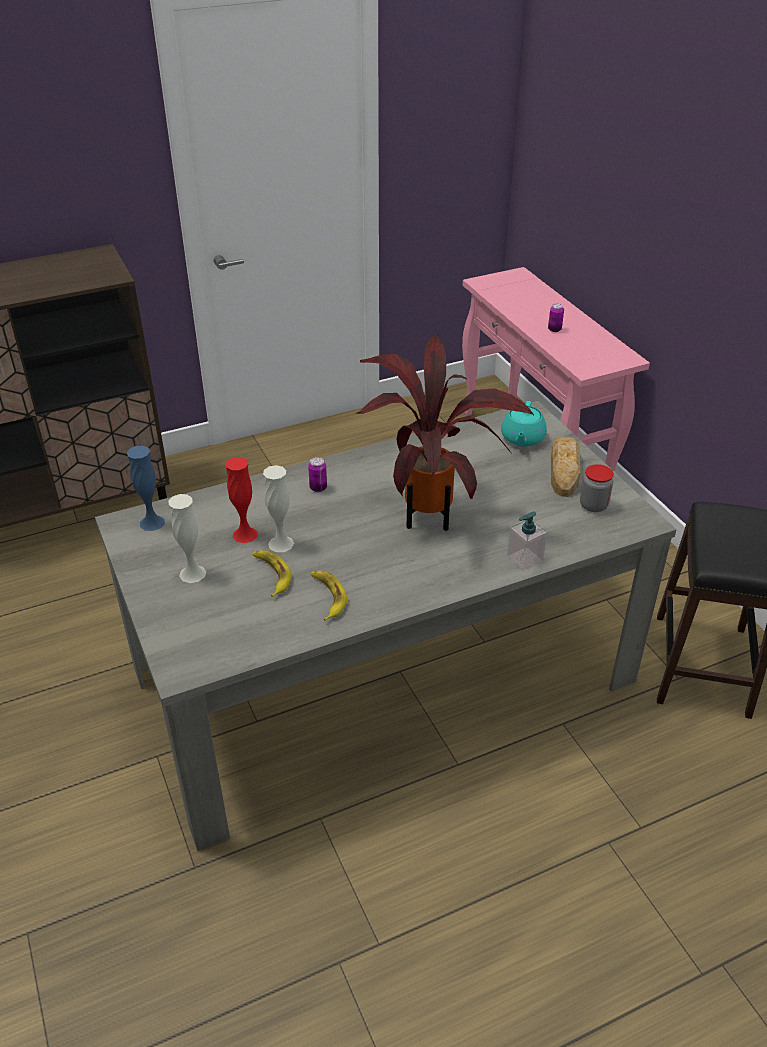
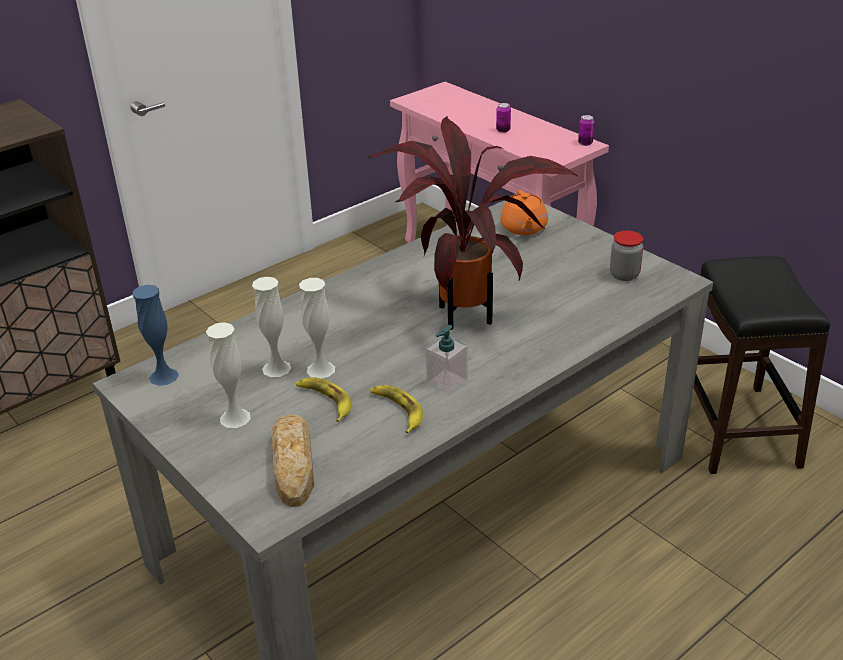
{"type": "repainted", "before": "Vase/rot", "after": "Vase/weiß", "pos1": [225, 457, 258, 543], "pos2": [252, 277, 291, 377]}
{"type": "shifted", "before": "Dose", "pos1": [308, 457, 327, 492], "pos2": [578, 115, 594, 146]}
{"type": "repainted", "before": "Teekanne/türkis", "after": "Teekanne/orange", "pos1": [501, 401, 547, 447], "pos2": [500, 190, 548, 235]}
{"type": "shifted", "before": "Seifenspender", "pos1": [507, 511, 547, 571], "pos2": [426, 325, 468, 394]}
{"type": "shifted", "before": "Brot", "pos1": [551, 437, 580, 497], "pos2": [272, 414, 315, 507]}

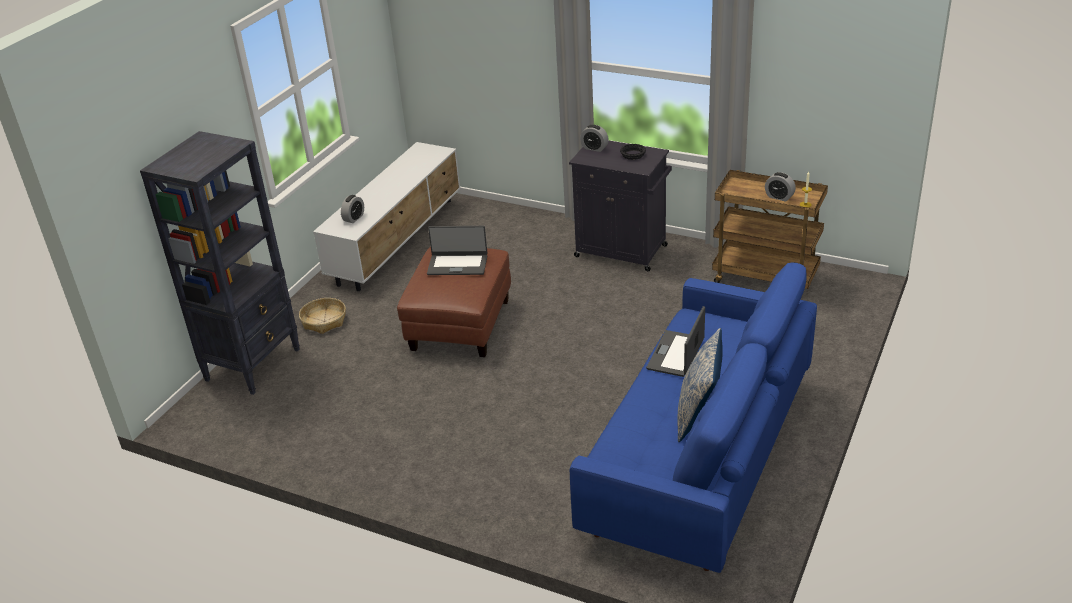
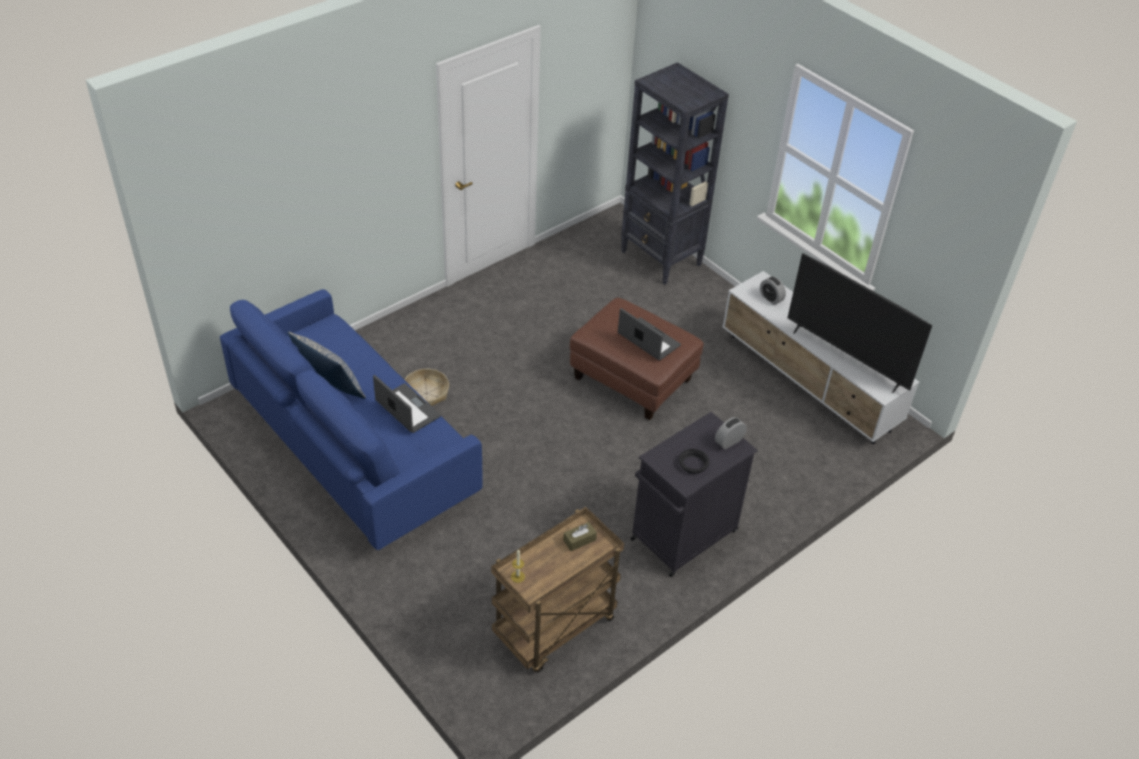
{"type": "shifted", "before": "Korb", "pos1": [299, 298, 346, 334], "pos2": [405, 369, 449, 406]}
{"type": "rotated", "before": "Laptop", "pos1": [427, 226, 488, 275], "pos2": [618, 308, 681, 361], "turn": 105}
{"type": "gone", "before": "Wecker", "pos1": [765, 172, 796, 202]}
{"type": "new", "after": "Taschentuchbox/braun", "pos2": [563, 522, 597, 551]}
{"type": "new", "after": "Fernseher", "pos2": [788, 253, 932, 393]}

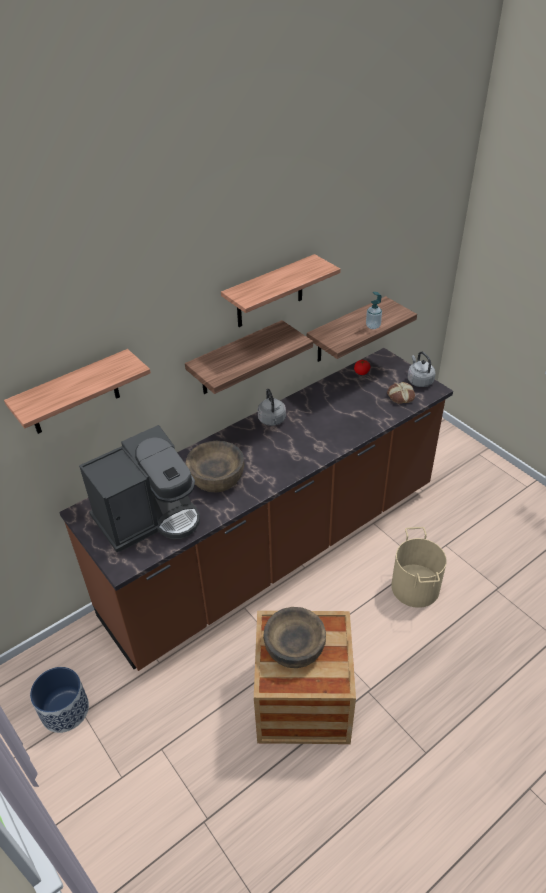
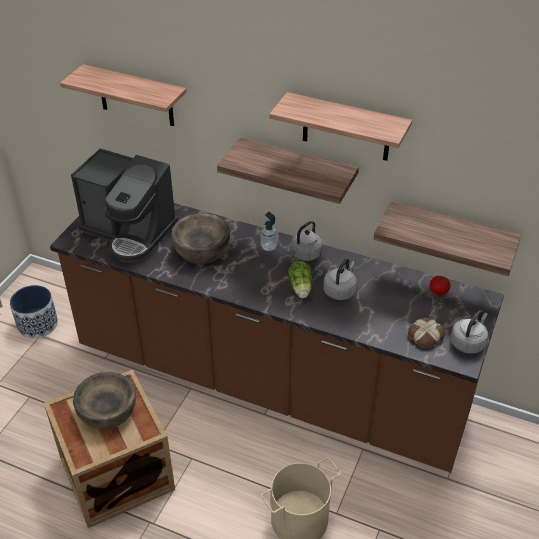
{"type": "shifted", "before": "Seifenspender", "pos1": [366, 292, 382, 329], "pos2": [261, 212, 277, 251]}
{"type": "new", "after": "Salatkopf", "pos2": [288, 261, 312, 298]}
{"type": "new", "after": "Wasserkessel/grau", "pos2": [323, 259, 357, 300]}

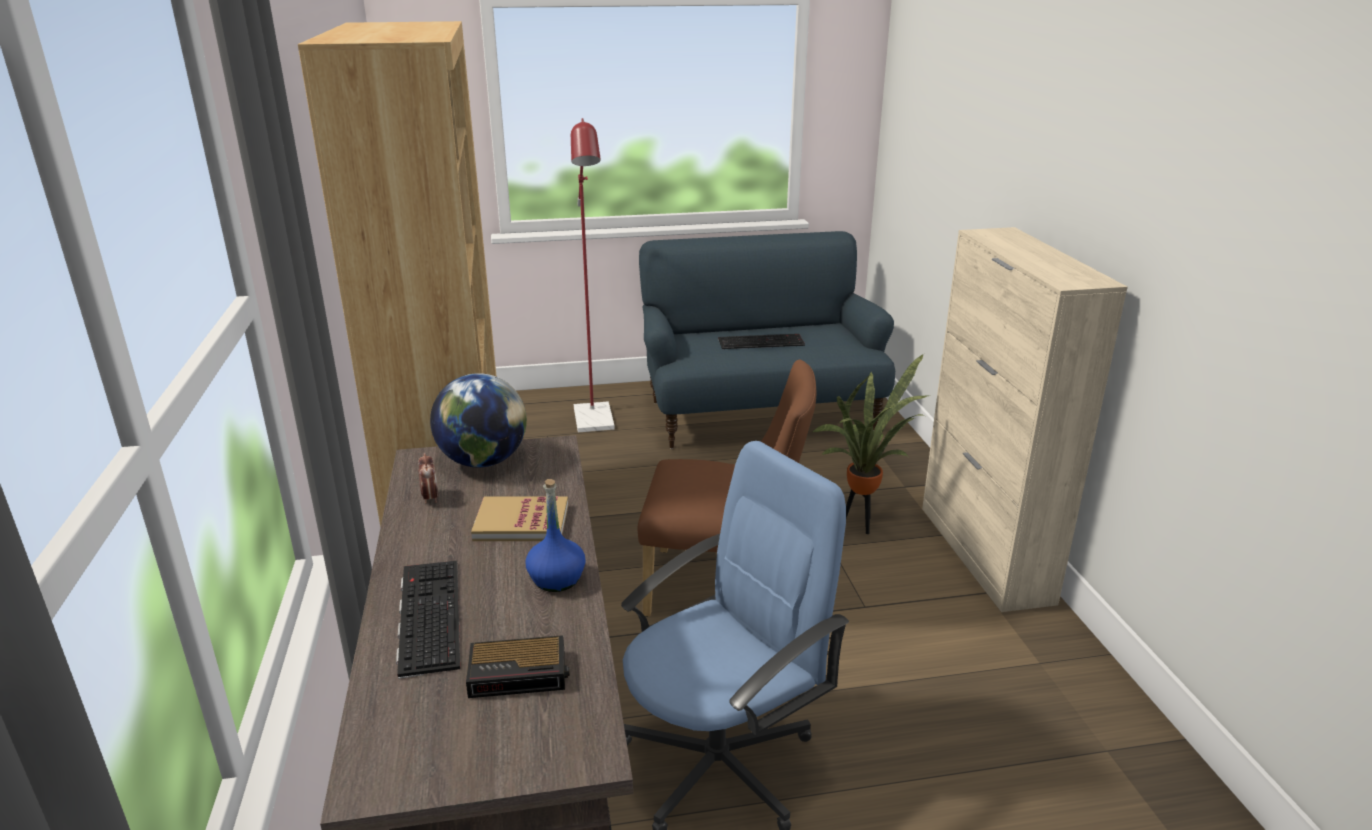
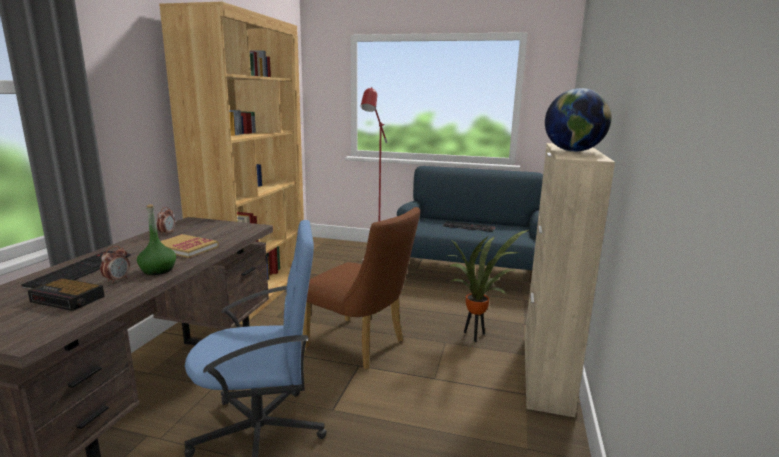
{"type": "shifted", "before": "Globus", "pos1": [430, 373, 527, 468], "pos2": [545, 88, 611, 152]}
{"type": "repainted", "before": "Flasche/blau", "after": "Flasche/grün", "pos1": [526, 479, 586, 592], "pos2": [137, 204, 176, 275]}
{"type": "new", "after": "Wecker", "pos2": [100, 246, 130, 284]}

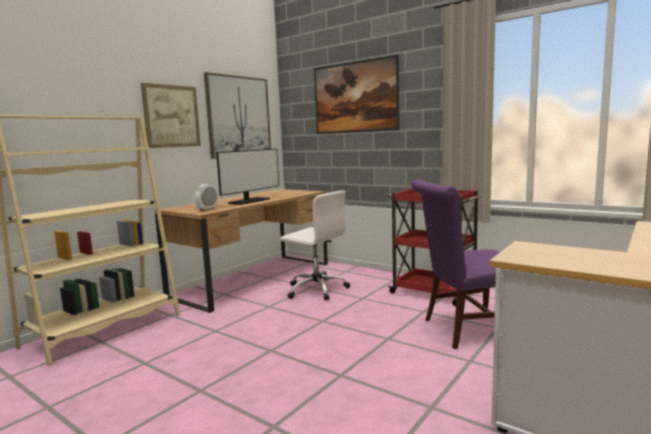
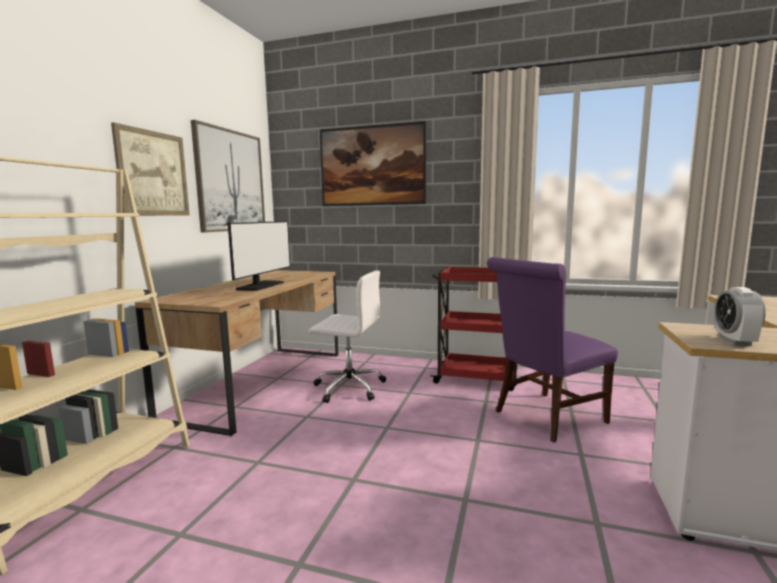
{"type": "shifted", "before": "Wecker", "pos1": [195, 184, 217, 211], "pos2": [715, 287, 766, 346]}

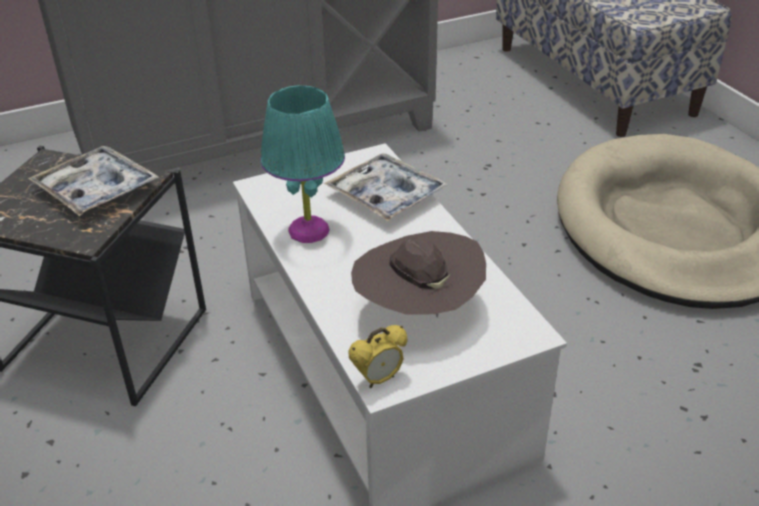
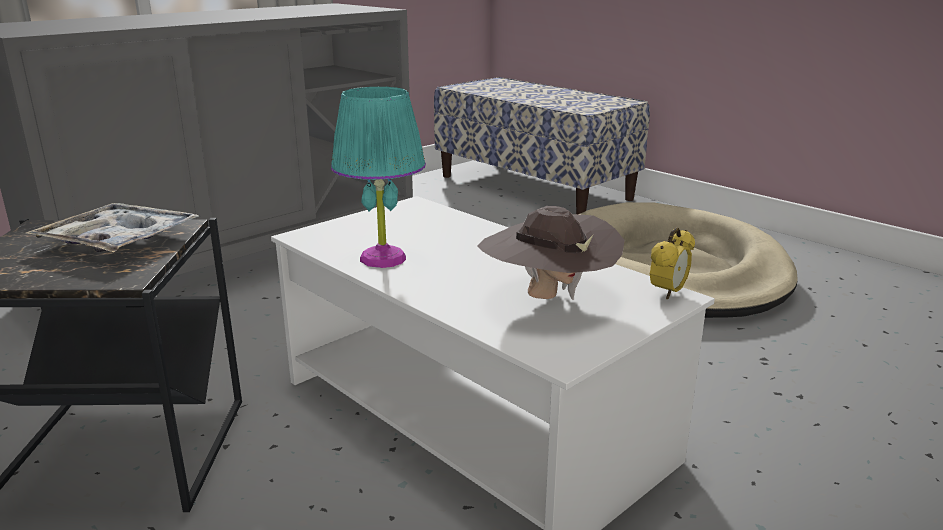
{"type": "gone", "before": "Tablett", "pos1": [324, 153, 448, 221]}
{"type": "shifted", "before": "Wecker", "pos1": [348, 325, 407, 388], "pos2": [650, 227, 695, 299]}

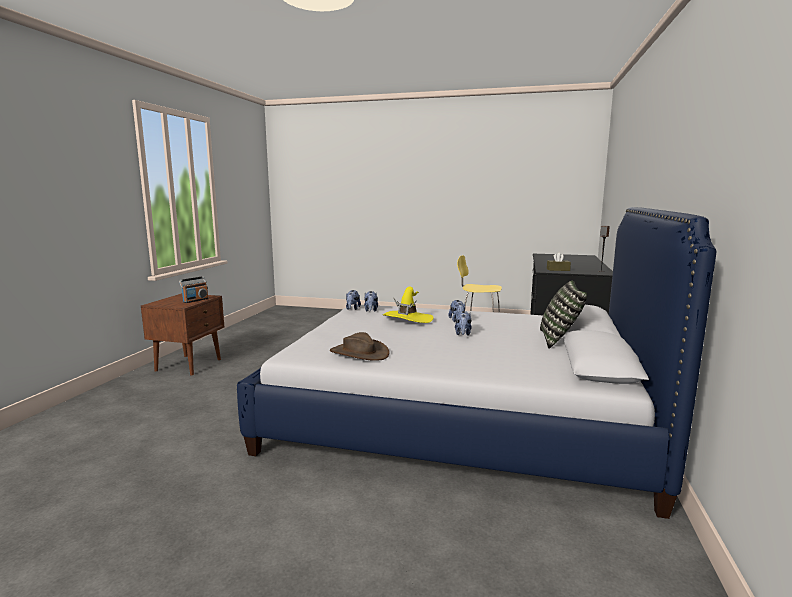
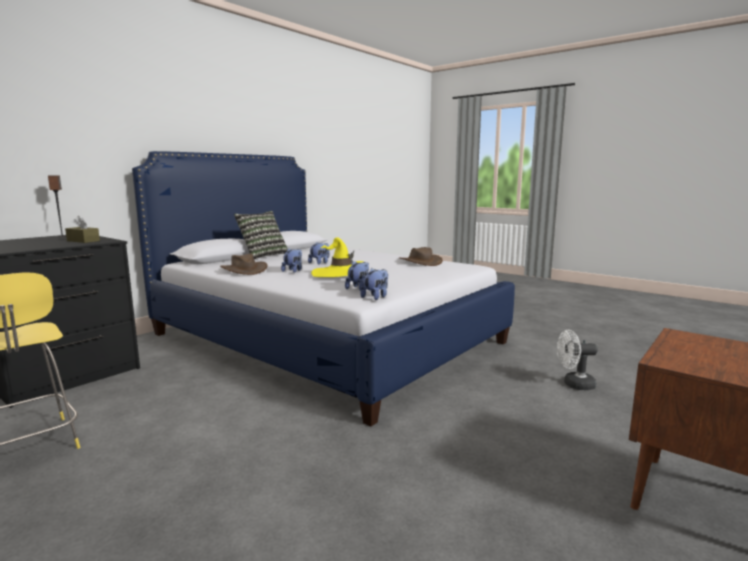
{"type": "gone", "before": "Radio", "pos1": [179, 276, 209, 303]}
{"type": "new", "after": "Hut/braun", "pos2": [220, 254, 267, 275]}
{"type": "new", "after": "Ventilator/weiß", "pos2": [557, 330, 598, 390]}

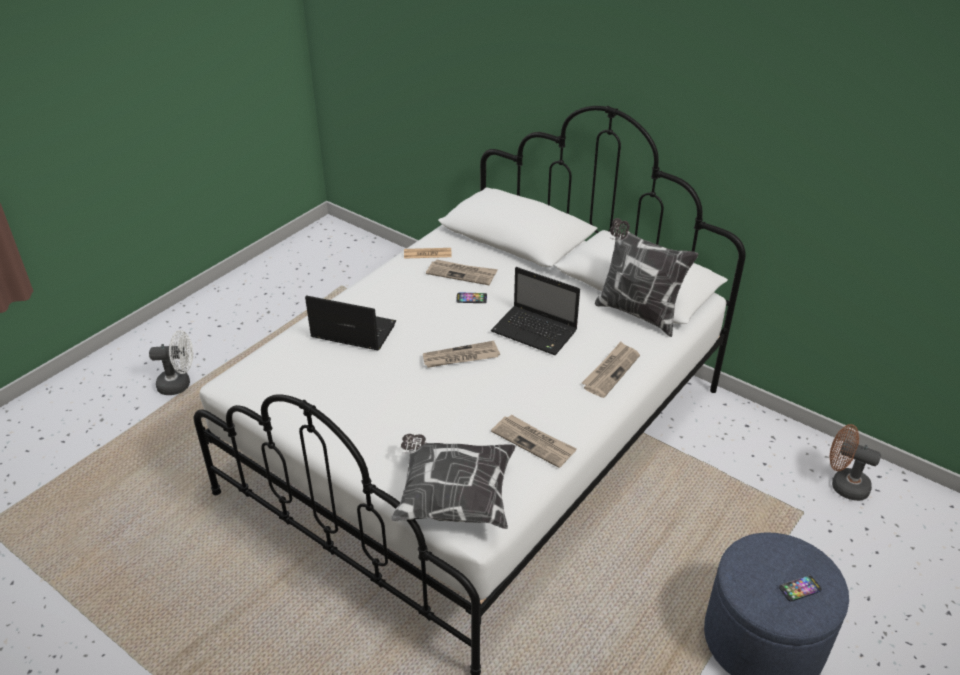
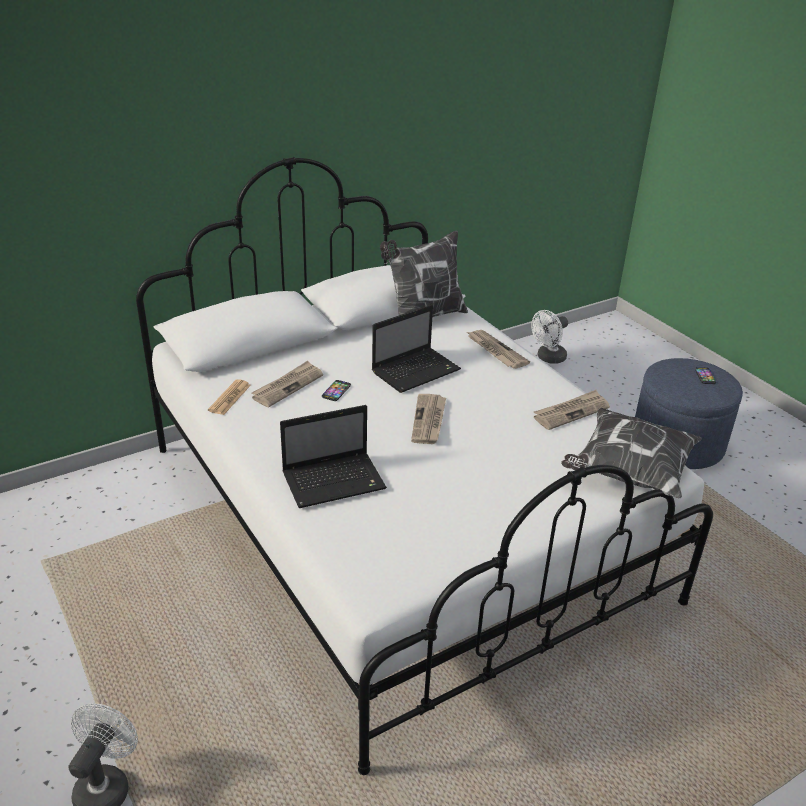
{"type": "rotated", "before": "Laptop", "pos1": [305, 295, 396, 350], "pos2": [280, 405, 387, 508], "turn": -150}
{"type": "repainted", "before": "Ventilator/braun", "after": "Ventilator/weiß", "pos1": [829, 424, 881, 501], "pos2": [531, 310, 568, 364]}

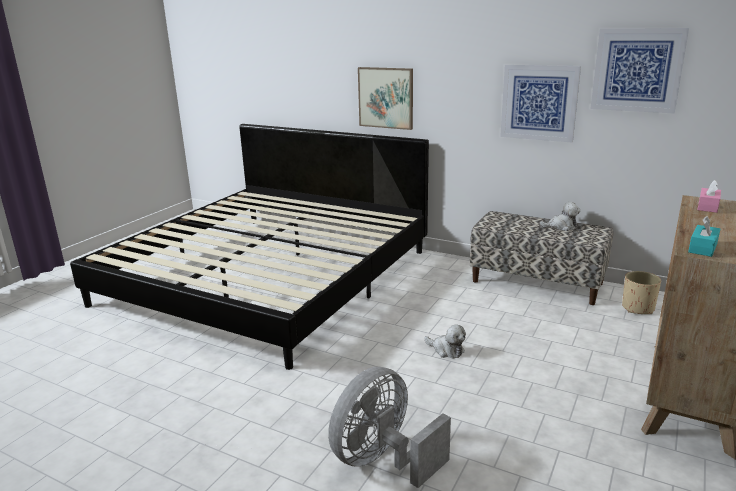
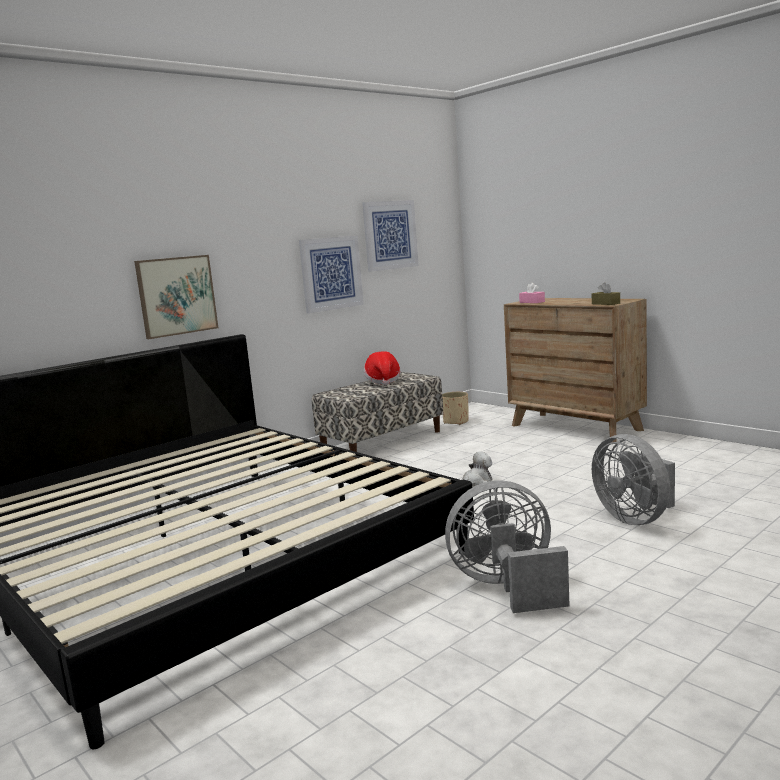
{"type": "swapped", "before": "Plüschtier", "after": "Hut", "pos1": [539, 202, 581, 231], "pos2": [364, 351, 400, 385]}
{"type": "repainted", "before": "Taschentuchbox/türkis", "after": "Taschentuchbox/braun", "pos1": [688, 216, 720, 257], "pos2": [592, 282, 620, 305]}
{"type": "new", "after": "Ventilator/grau", "pos2": [445, 480, 570, 613]}

